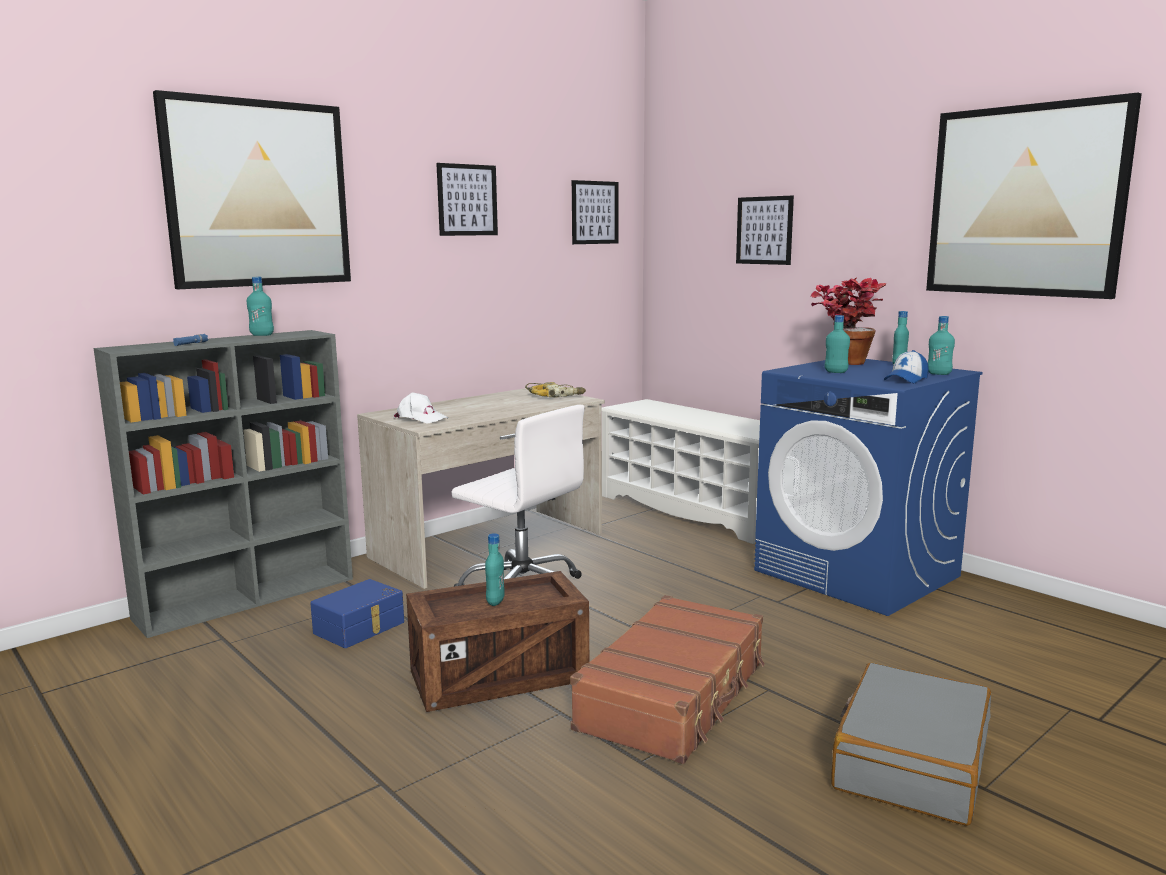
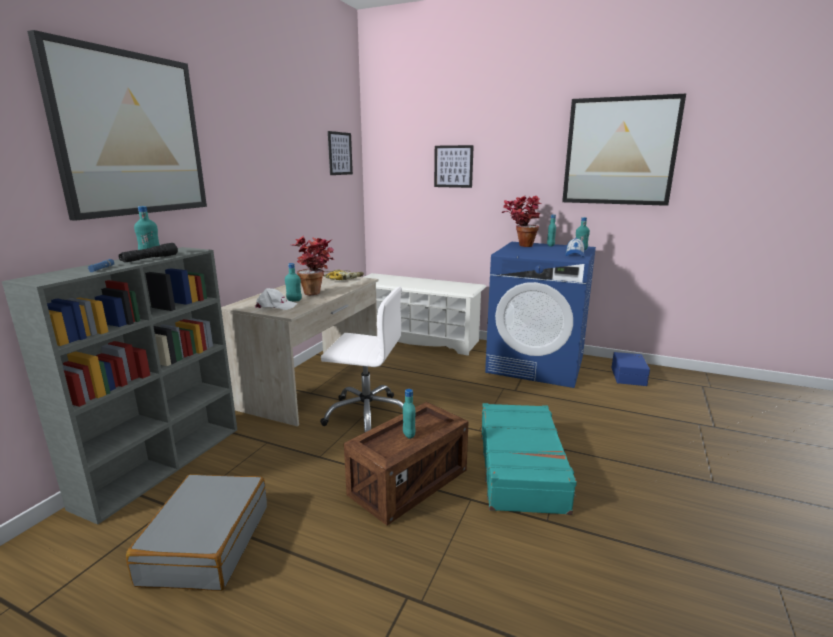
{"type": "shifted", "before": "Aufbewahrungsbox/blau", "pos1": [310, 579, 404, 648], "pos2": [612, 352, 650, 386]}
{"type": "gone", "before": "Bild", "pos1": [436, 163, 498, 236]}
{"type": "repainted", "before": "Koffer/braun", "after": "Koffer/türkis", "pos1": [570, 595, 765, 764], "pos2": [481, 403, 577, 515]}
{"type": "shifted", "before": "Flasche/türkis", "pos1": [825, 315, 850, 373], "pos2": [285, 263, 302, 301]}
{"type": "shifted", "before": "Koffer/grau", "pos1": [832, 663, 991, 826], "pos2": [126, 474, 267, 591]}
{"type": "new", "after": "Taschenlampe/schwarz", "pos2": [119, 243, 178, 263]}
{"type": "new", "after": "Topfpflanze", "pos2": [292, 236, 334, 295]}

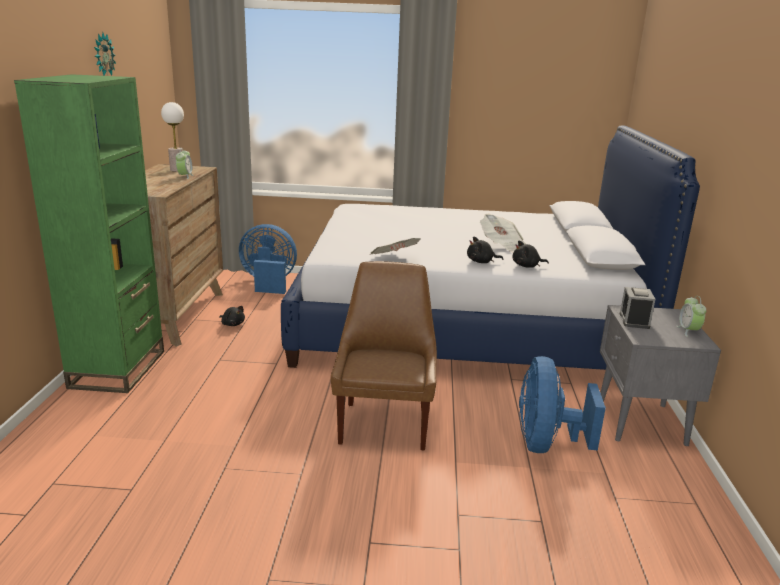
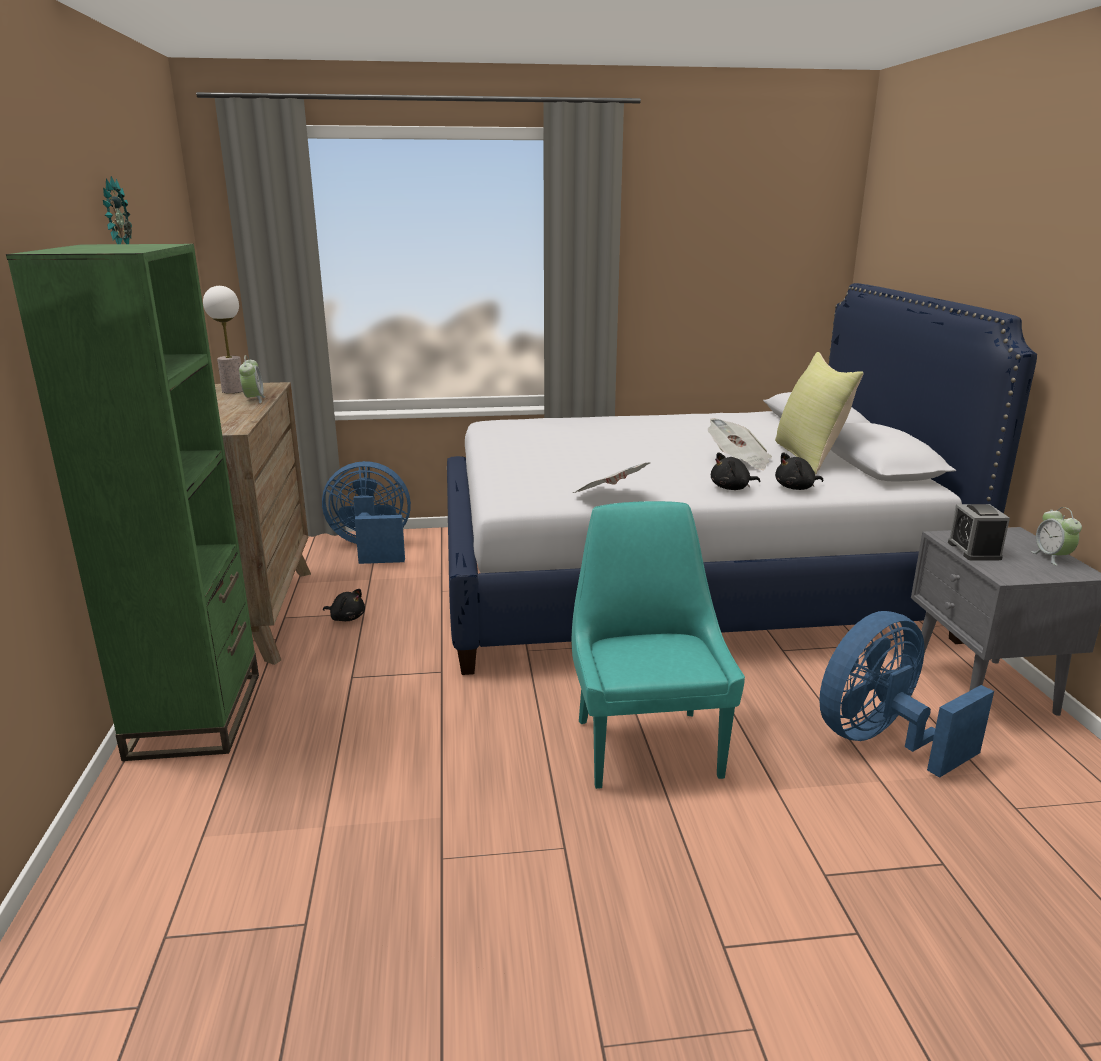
{"type": "repainted", "before": "Stuhl/braun", "after": "Stuhl/türkis", "pos1": [331, 261, 437, 451], "pos2": [571, 501, 745, 789]}
{"type": "rotated", "before": "Ventilator/blau", "pos1": [519, 356, 606, 453], "pos2": [819, 611, 994, 778], "turn": 60}
{"type": "new", "after": "Kissen/gelb", "pos2": [775, 352, 864, 474]}

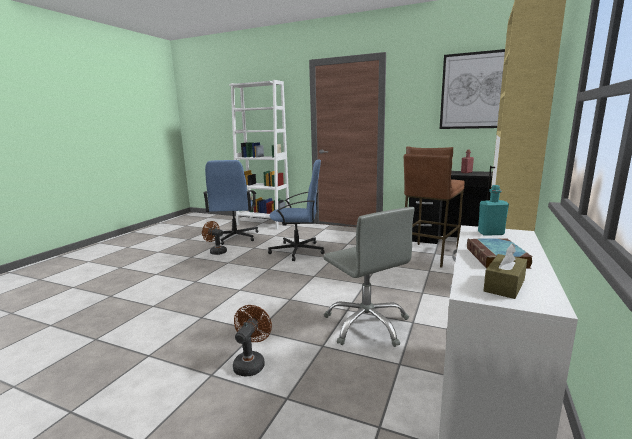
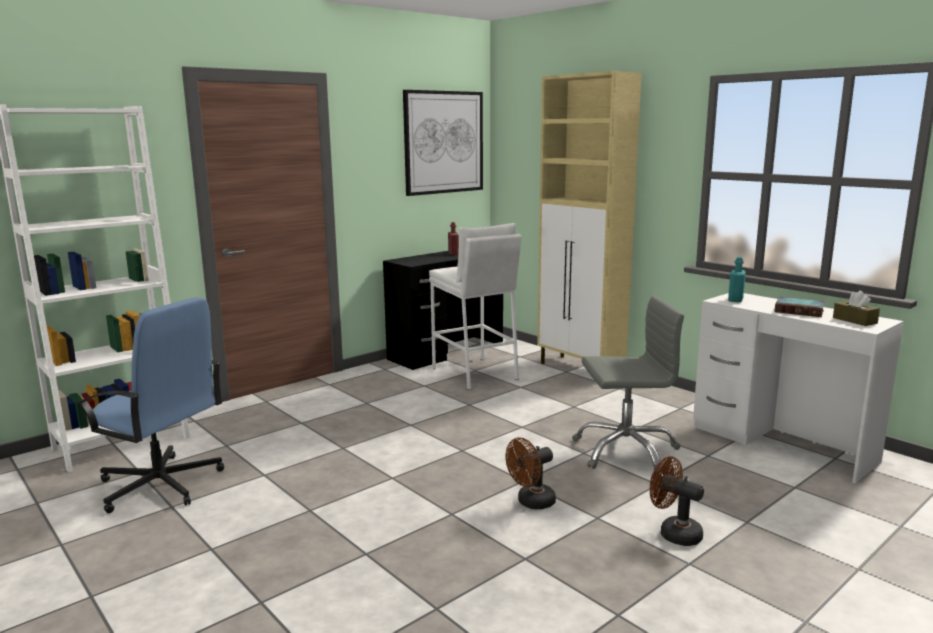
{"type": "shifted", "before": "Ventilator/braun", "pos1": [202, 221, 227, 255], "pos2": [505, 438, 556, 509]}
{"type": "gone", "before": "Bürostuhl/blau", "pos1": [268, 159, 325, 261]}
{"type": "repainted", "before": "Hocker/braun", "after": "Hocker/weiß", "pos1": [404, 146, 465, 268], "pos2": [429, 223, 522, 390]}

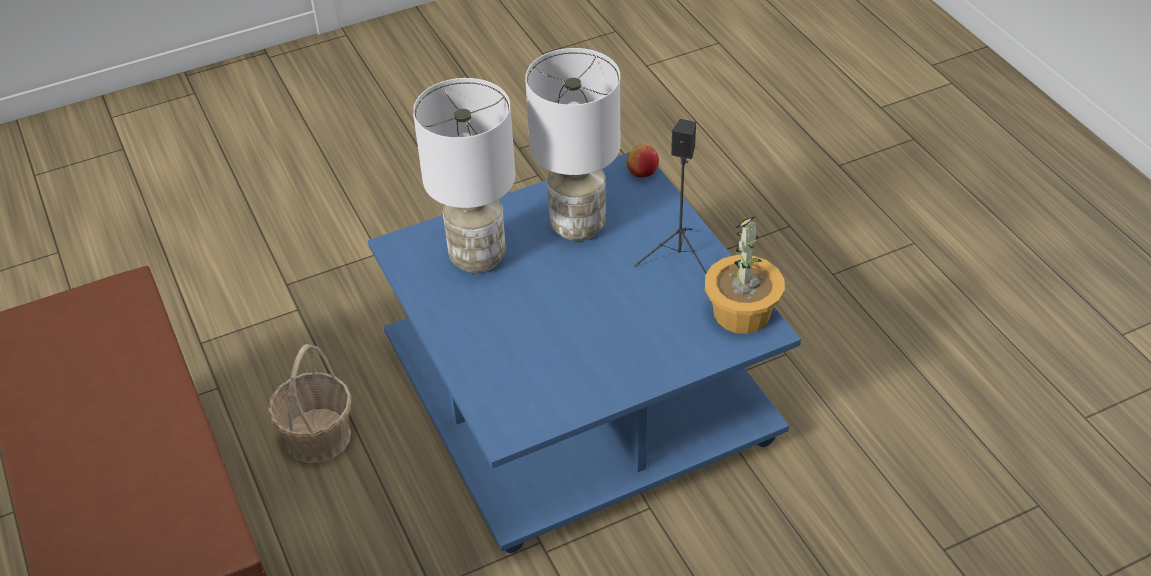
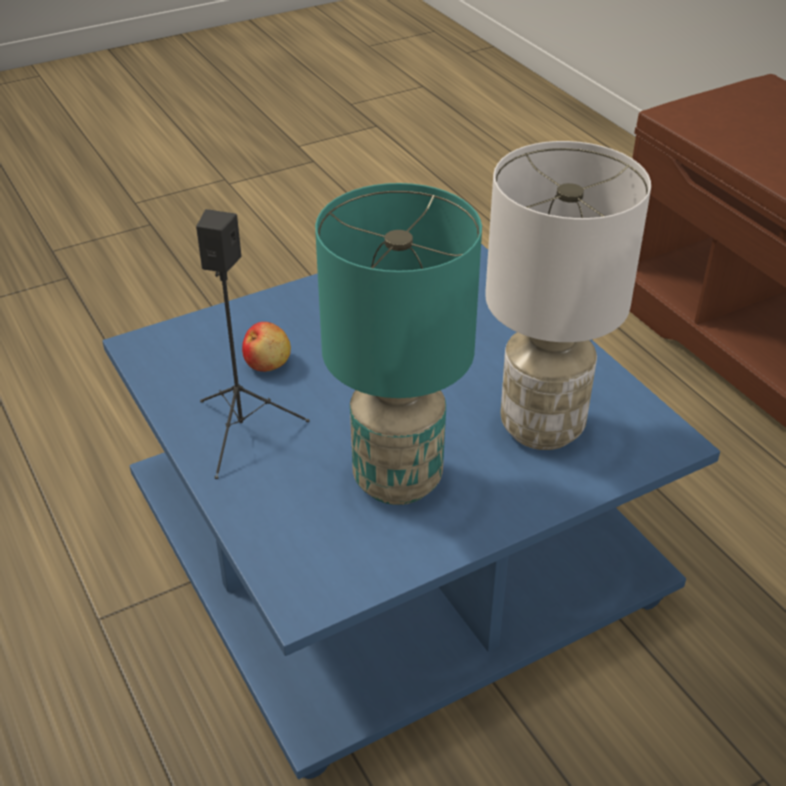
{"type": "gone", "before": "Korb", "pos1": [268, 344, 352, 463]}
{"type": "repainted", "before": "Tischlampe/weiß", "after": "Tischlampe/türkis", "pos1": [525, 48, 621, 241], "pos2": [315, 183, 482, 505]}
{"type": "shifted", "before": "Apfel", "pos1": [626, 144, 659, 178], "pos2": [242, 322, 291, 372]}
{"type": "gone", "before": "Topfpflanze", "pos1": [705, 216, 785, 334]}

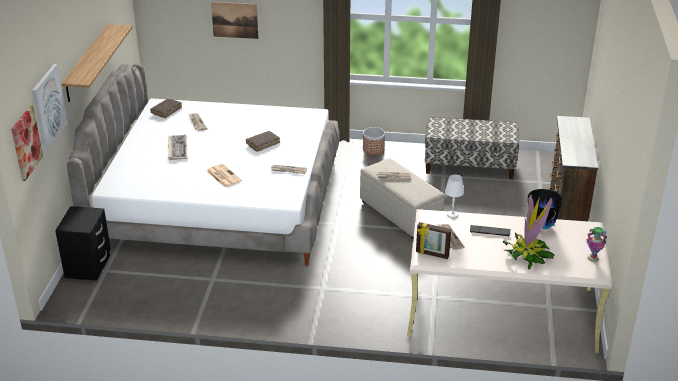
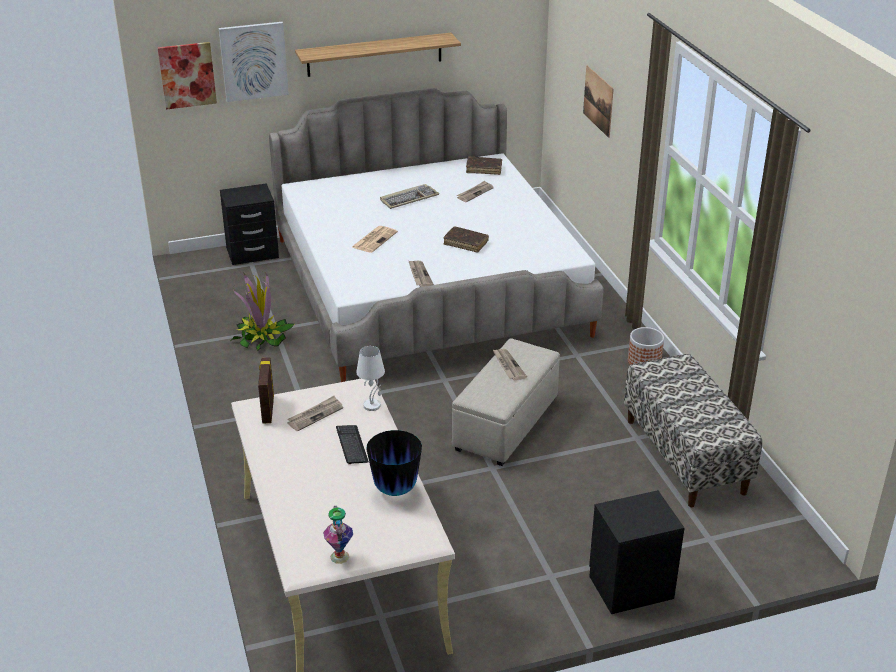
{"type": "shifted", "before": "Topfpflanze", "pos1": [503, 194, 556, 270], "pos2": [231, 273, 294, 351]}
{"type": "swapped", "before": "Kommode/braun", "after": "Nachttisch/schwarz", "pos1": [549, 116, 598, 221], "pos2": [589, 490, 684, 614]}

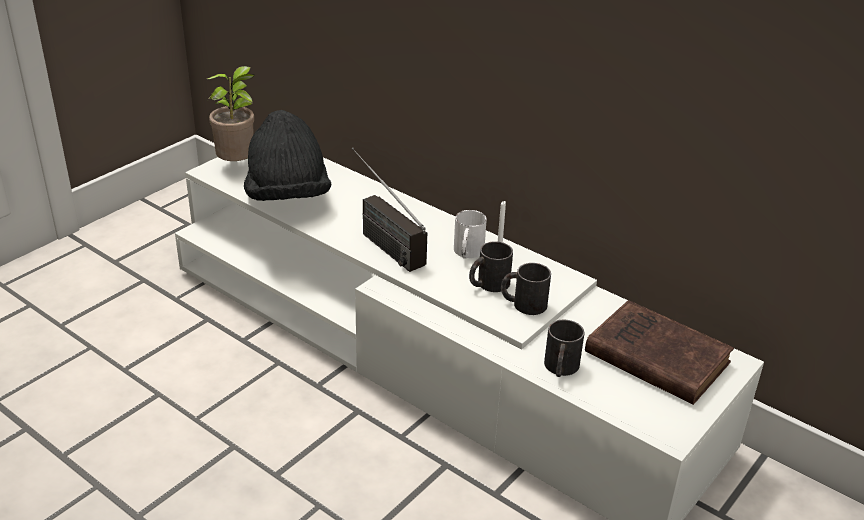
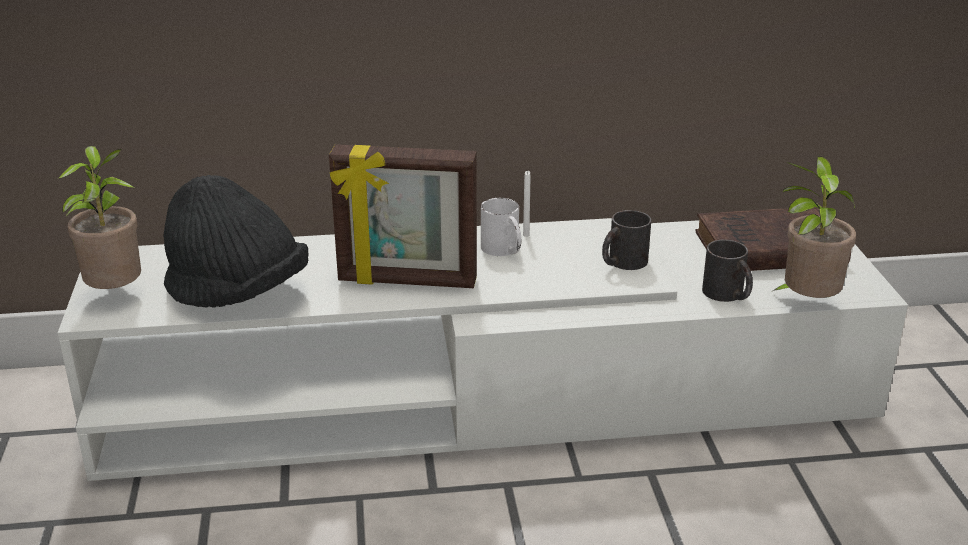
{"type": "swapped", "before": "Radio", "after": "Bilderrahmen", "pos1": [352, 148, 427, 272], "pos2": [329, 144, 477, 288]}
{"type": "gone", "before": "Henkelbecher/schwarz", "pos1": [469, 241, 513, 292]}
{"type": "new", "after": "Topfpflanze", "pos2": [771, 157, 856, 298]}

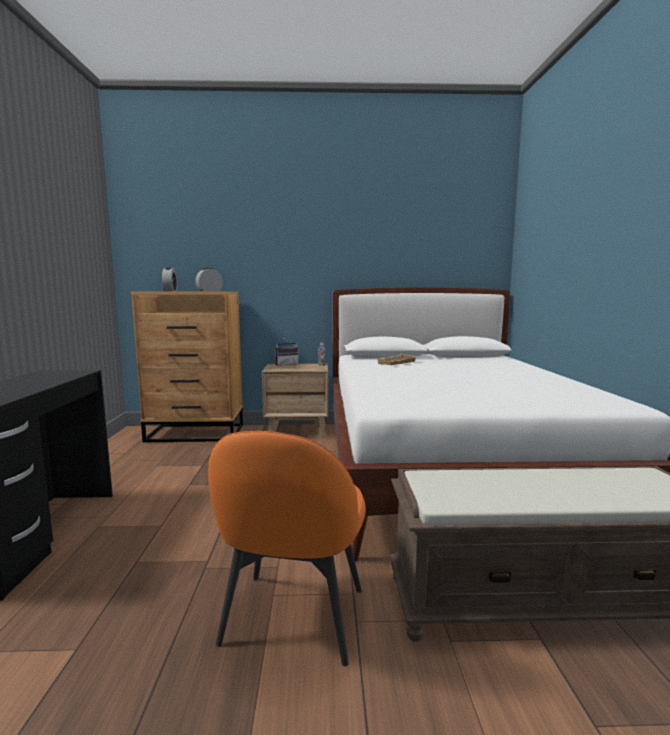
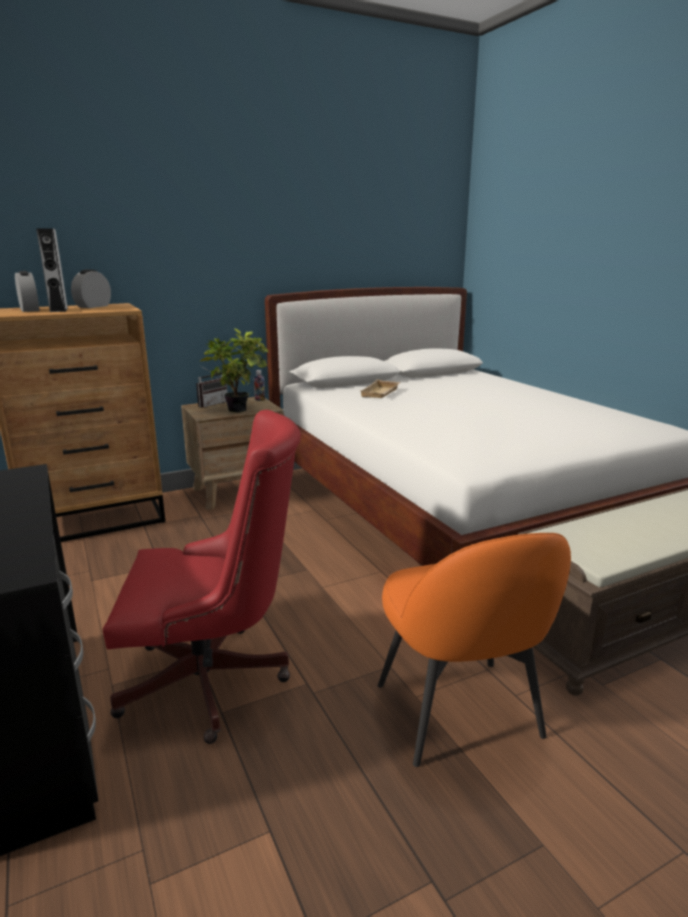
{"type": "new", "after": "Lautsprecher/grau", "pos2": [36, 228, 68, 312]}
{"type": "new", "after": "Bürostuhl/rot", "pos2": [103, 410, 301, 744]}
{"type": "new", "after": "Topfpflanze", "pos2": [199, 329, 269, 413]}

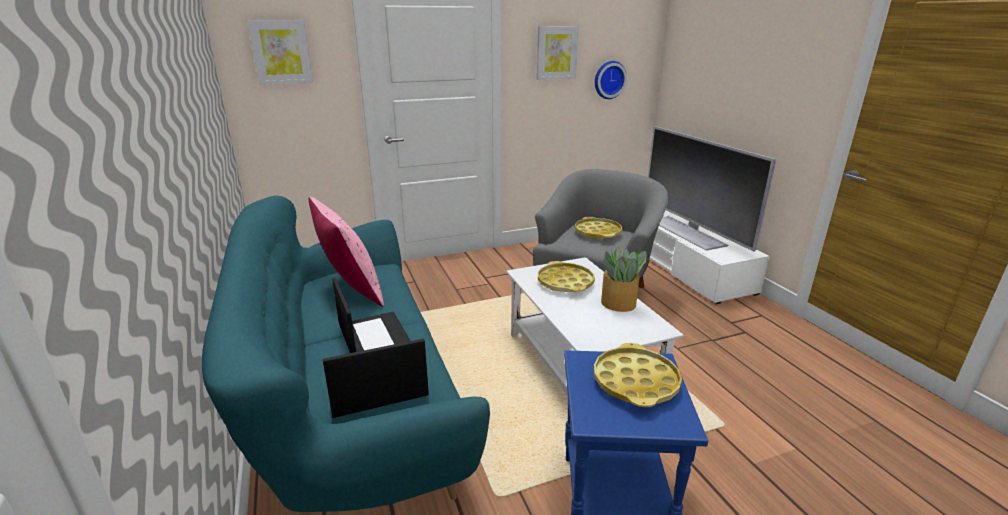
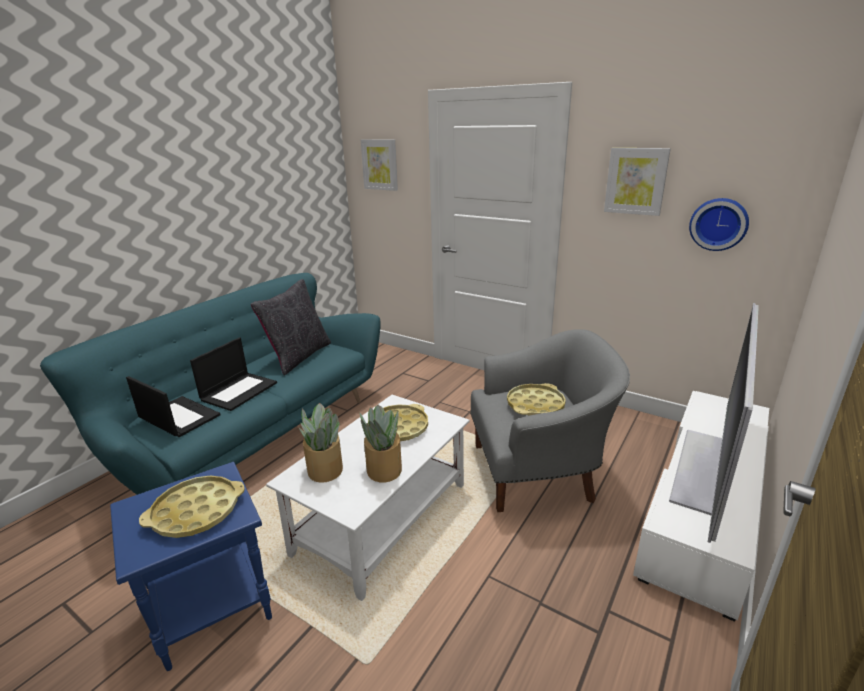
{"type": "repainted", "before": "Kissen/rosa", "after": "Kissen/schwarz", "pos1": [309, 197, 384, 307], "pos2": [251, 279, 331, 376]}
{"type": "new", "after": "Topfpflanze", "pos2": [299, 403, 343, 483]}

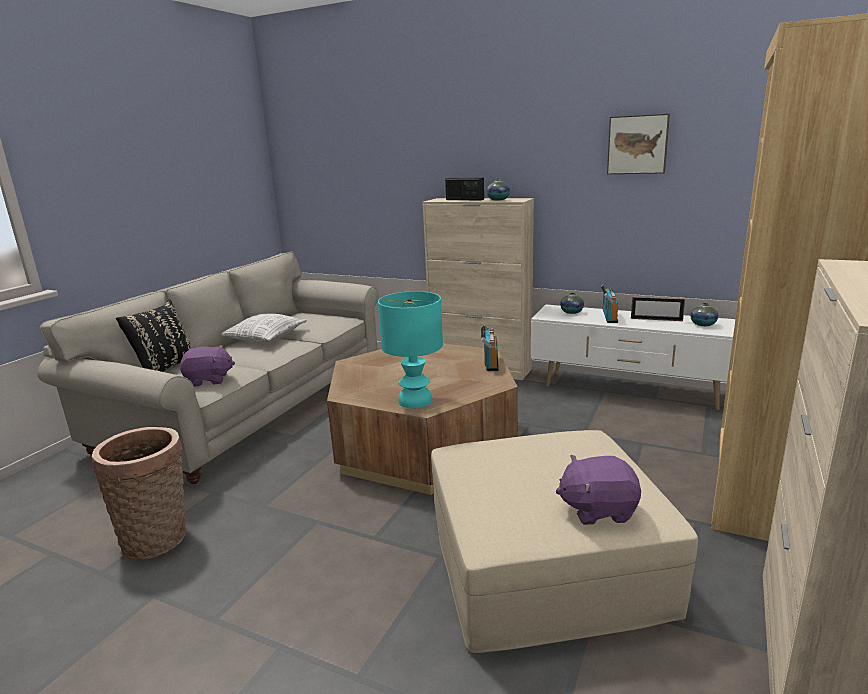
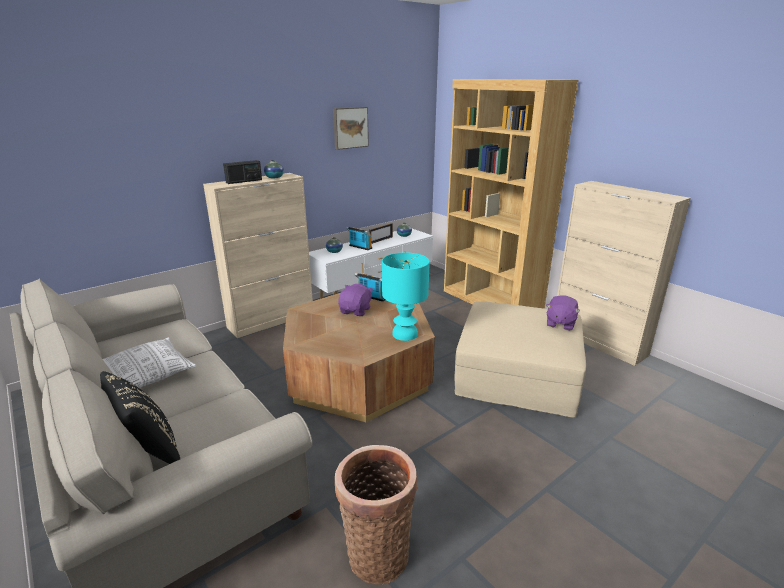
{"type": "shifted", "before": "Plüschtier/lila", "pos1": [180, 345, 235, 386], "pos2": [338, 284, 373, 316]}

